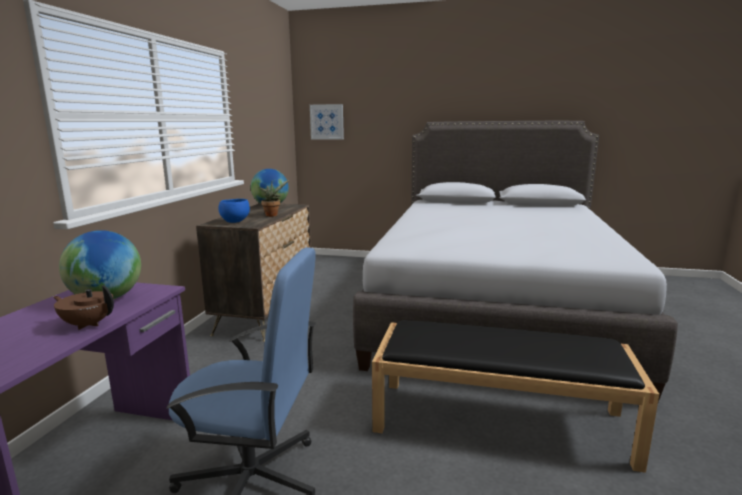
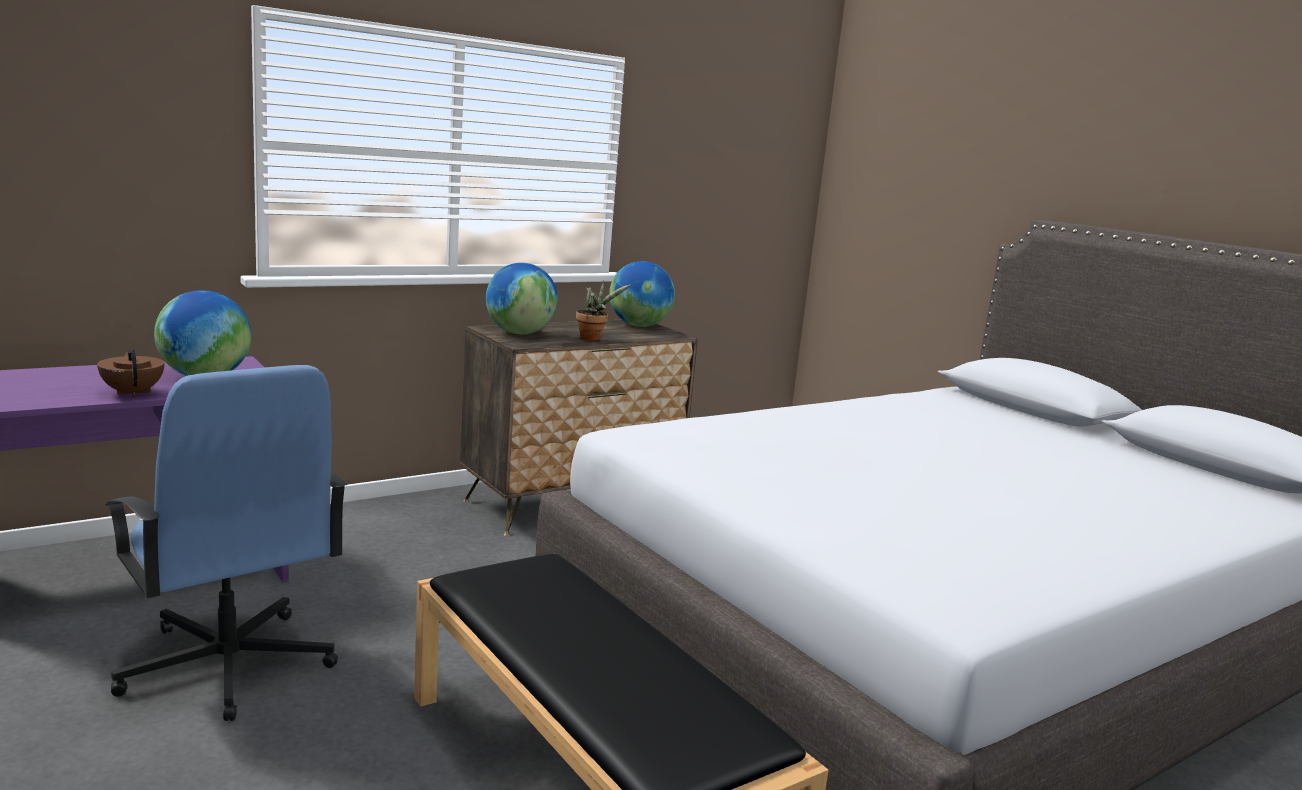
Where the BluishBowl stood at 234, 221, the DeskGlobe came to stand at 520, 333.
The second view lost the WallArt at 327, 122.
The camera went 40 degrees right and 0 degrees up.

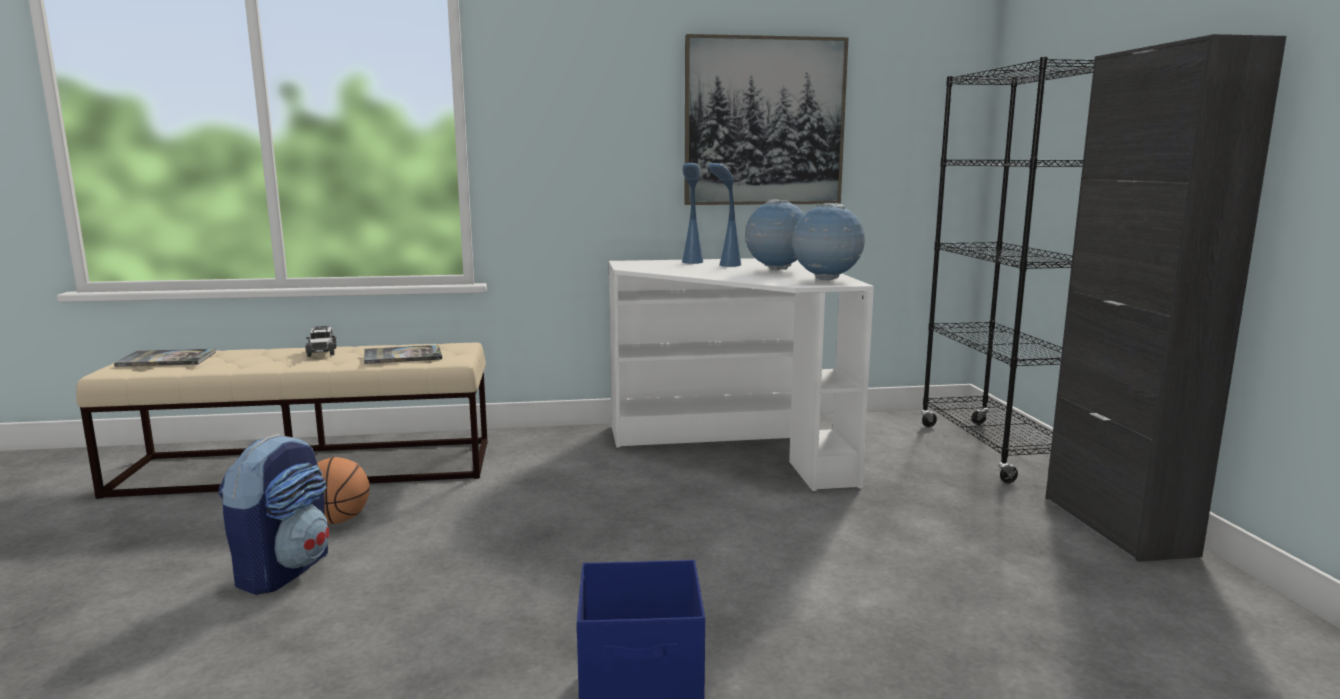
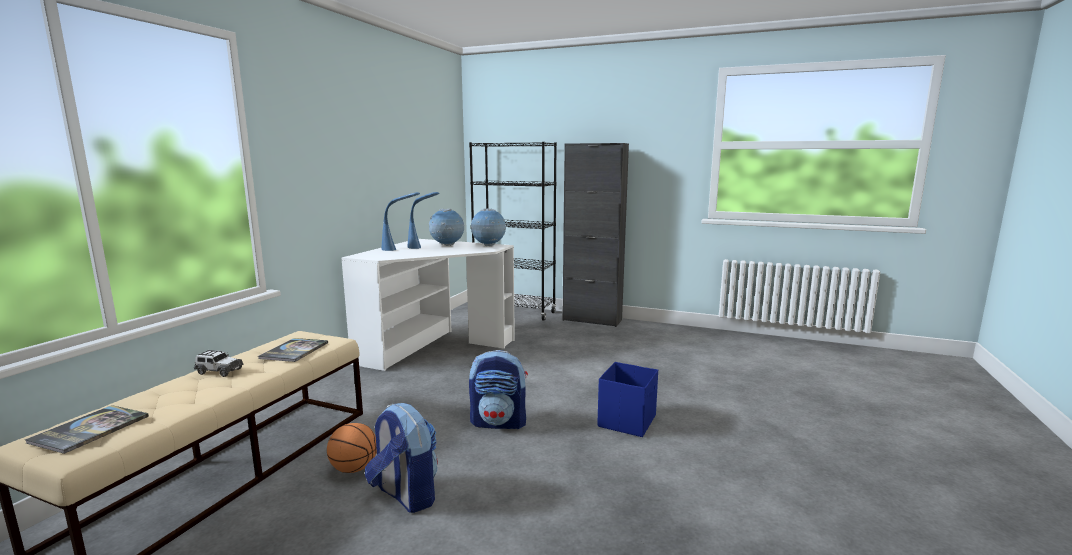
The second view lost the WallArt at 764, 122.
The second view gained the Backpack at 499, 422.
The camera went 60 degrees left and 0 degrees up.

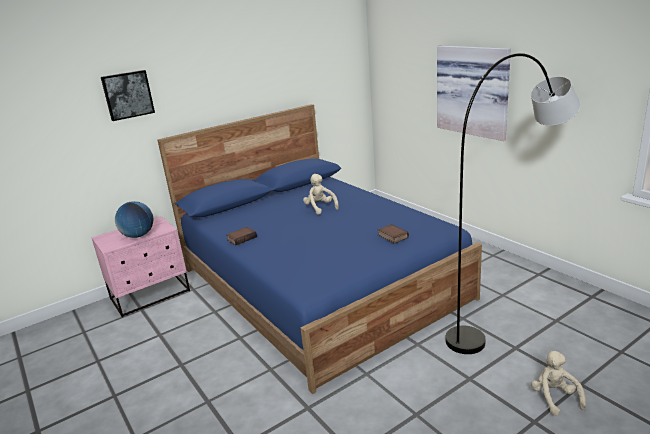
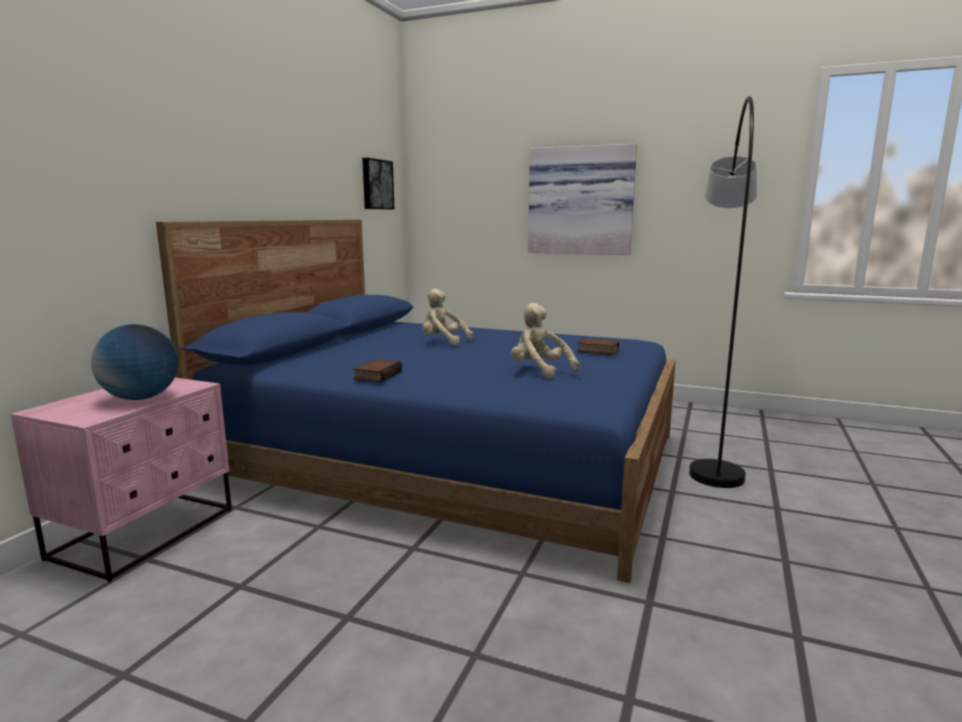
The WallArt ended up elsewhere, having gone from 127, 95 to 376, 184.
The BeigePlushToy ended up elsewhere, having gone from 554, 397 to 539, 371.
The camera went 35 degrees left and 10 degrees down.

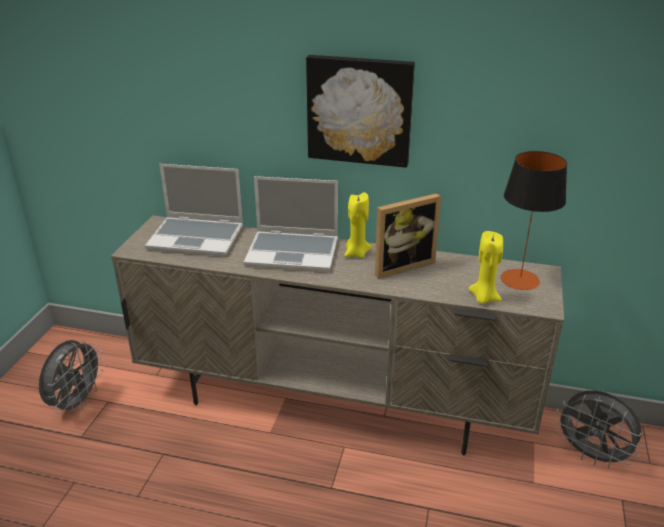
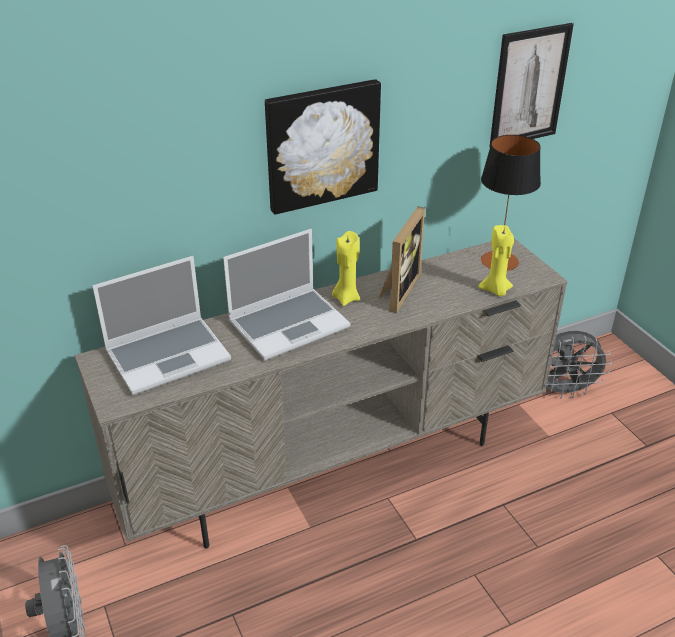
The second view gained the WallArt at 529, 86.
The camera went 40 degrees left and 5 degrees up.

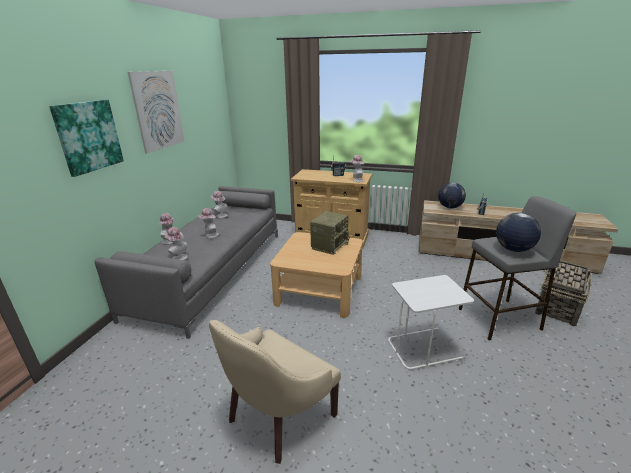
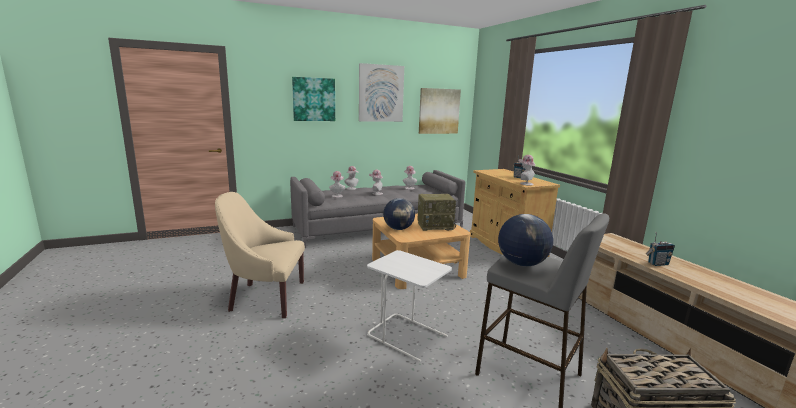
The DeskGlobe ended up elsewhere, having gone from 450, 207 to 398, 229.
The second view gained the WallArt at 439, 111.
The camera went 50 degrees right and 10 degrees down.

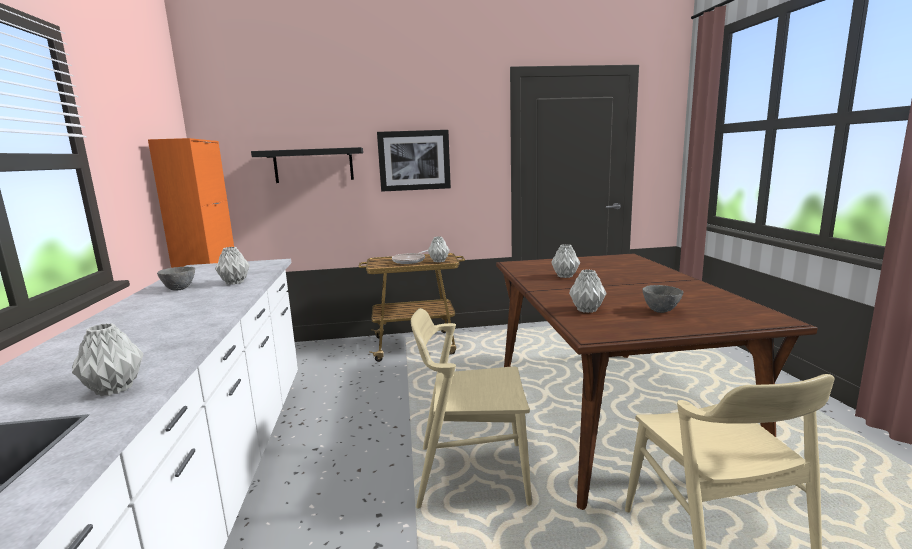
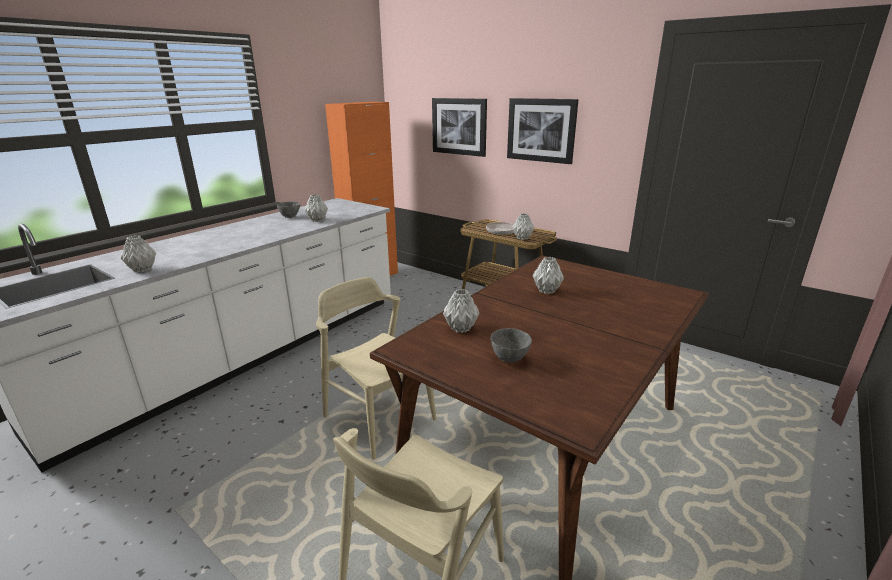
Where the BlackBracketShelf hung at 313, 165, the WallArt came to hang at 459, 126.
The camera went 45 degrees right and 10 degrees up.

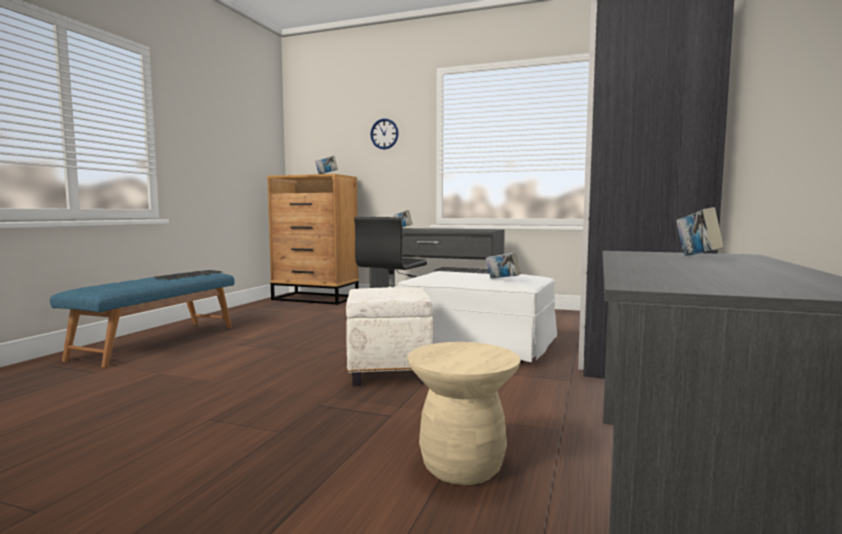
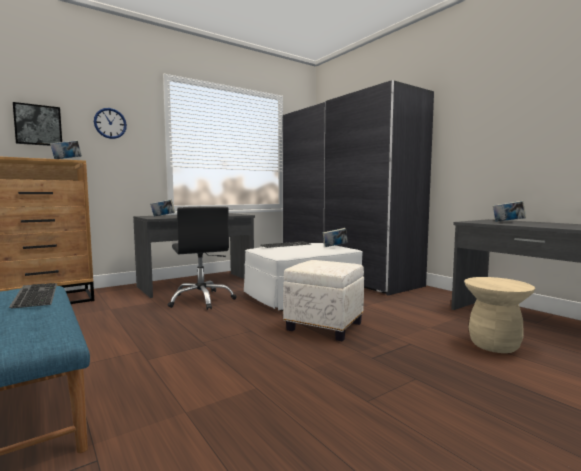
The second view gained the WallArt at 38, 125.
The camera went 55 degrees left and 0 degrees up.

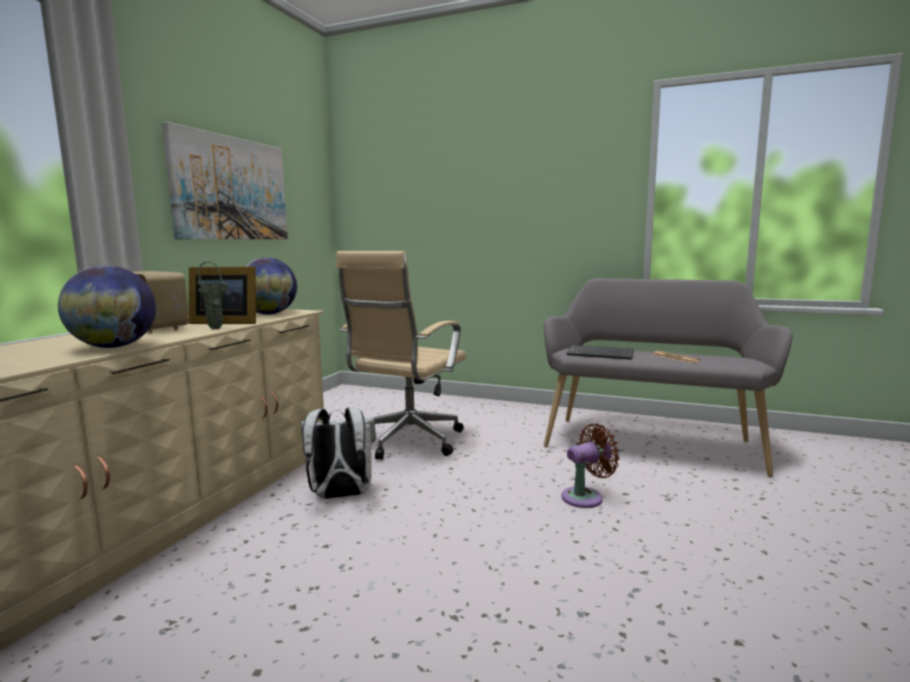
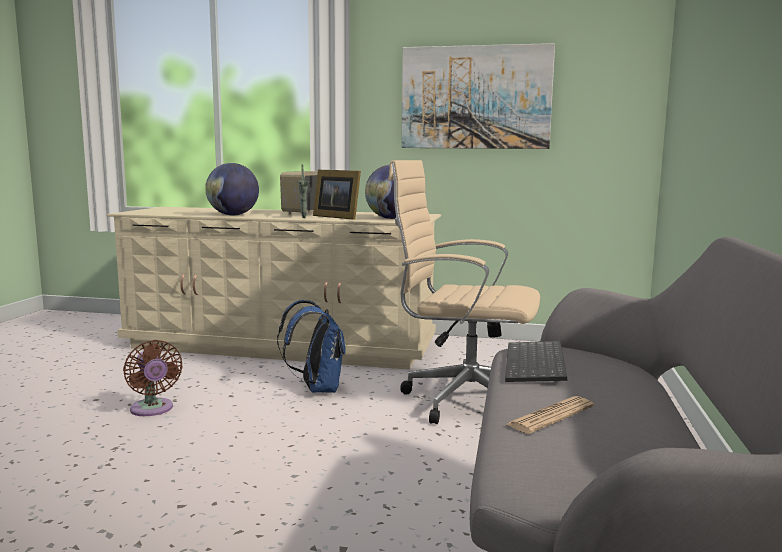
The PictureFrame at 224, 322 ended up facing another way, 45 degrees counterclockwise from before.
What was the WhiteBackpack at 340, 496 turned into the BluishBackpack at 317, 389.
The BrownColouredCoolingFan ended up elsewhere, having gone from 586, 497 to 152, 410.
The camera went 80 degrees right and 0 degrees up.

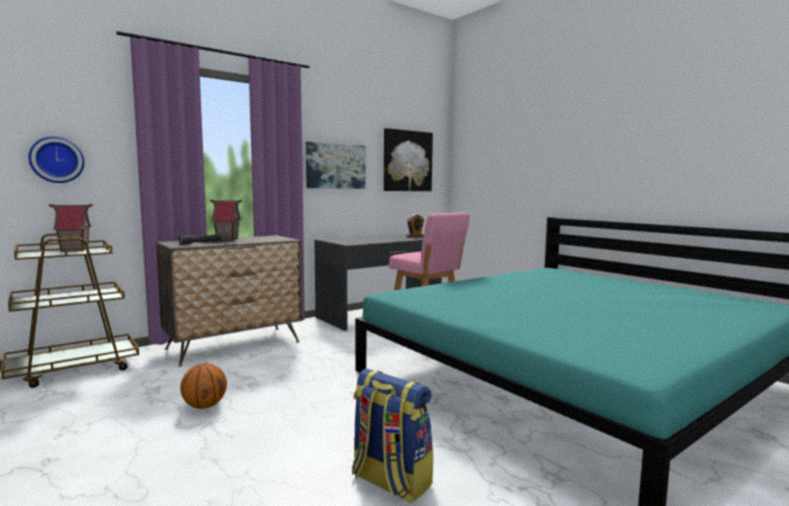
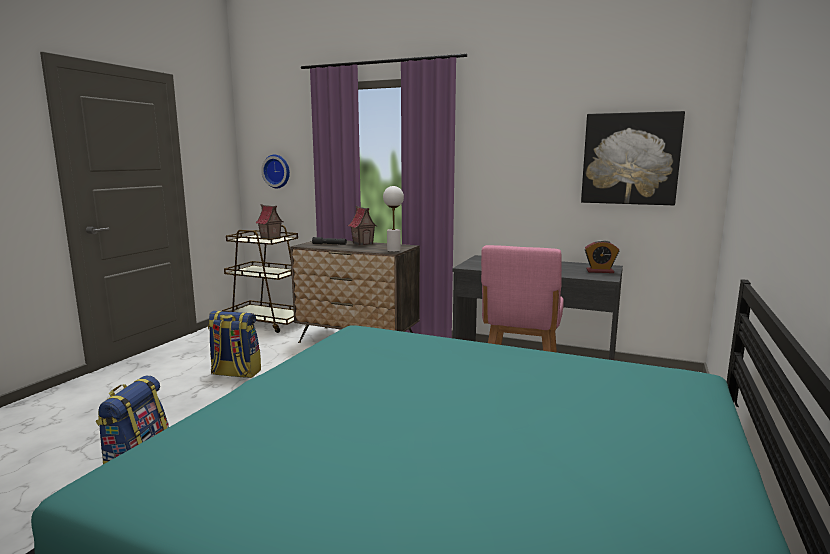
Where the BasketballBall stood at 204, 406, the Backpack came to stand at 235, 373.
The second view lost the WallArt at 335, 166.
The second view gained the WhiteTableLamp at 393, 250.
The camera went 60 degrees right and 5 degrees up.

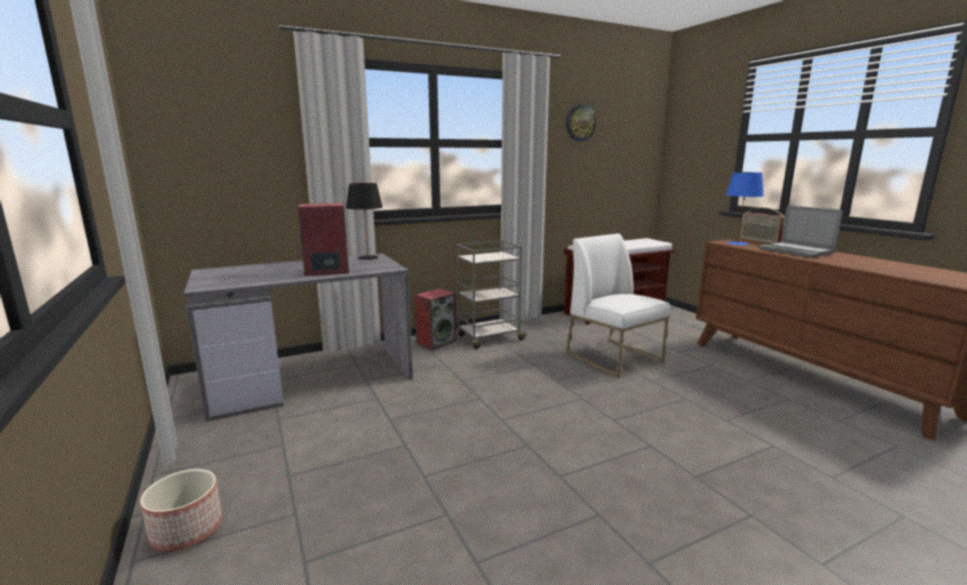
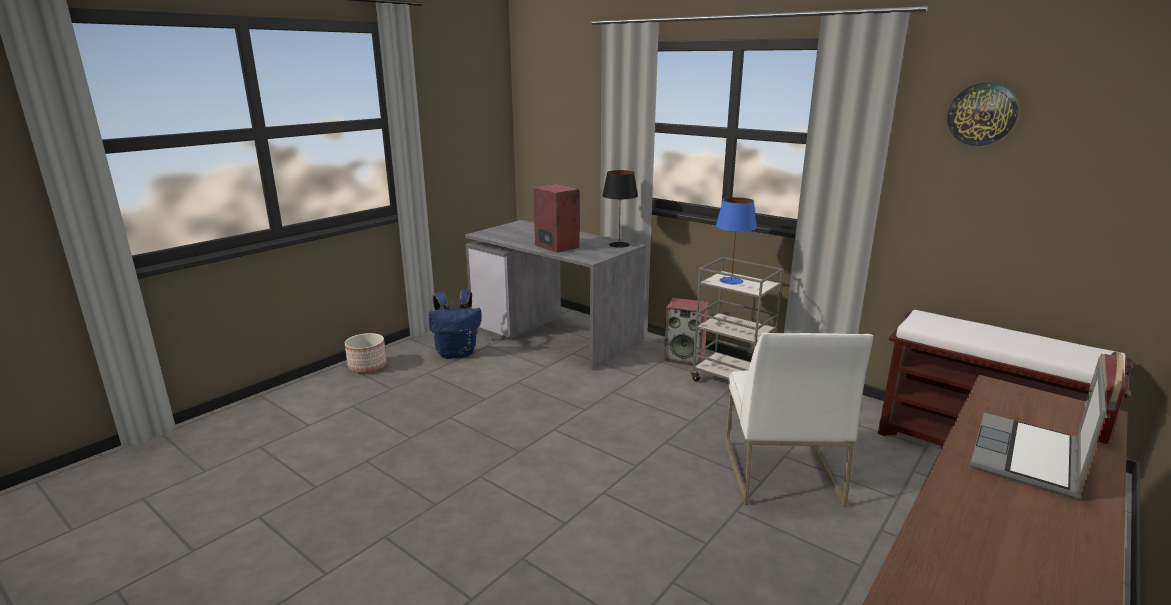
The WhiteChair at 614, 357 ended up facing another way, 150 degrees clockwise from before.
The BluishTableLamp ended up elsewhere, having gone from 738, 243 to 731, 281.
The second view gained the BluishBackpack at 457, 353.
The camera went 65 degrees right and 5 degrees up.

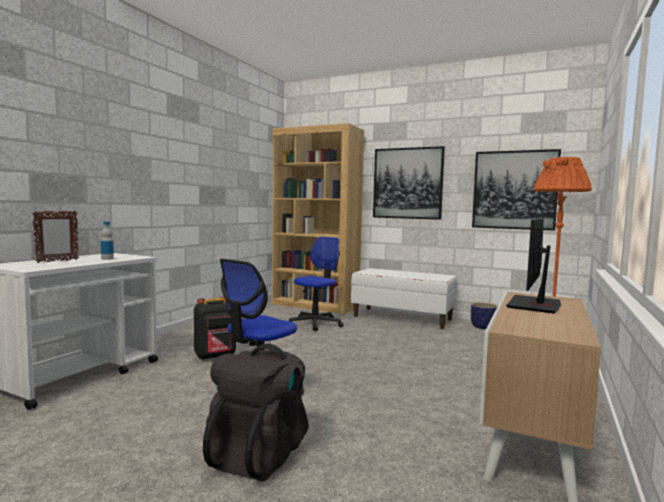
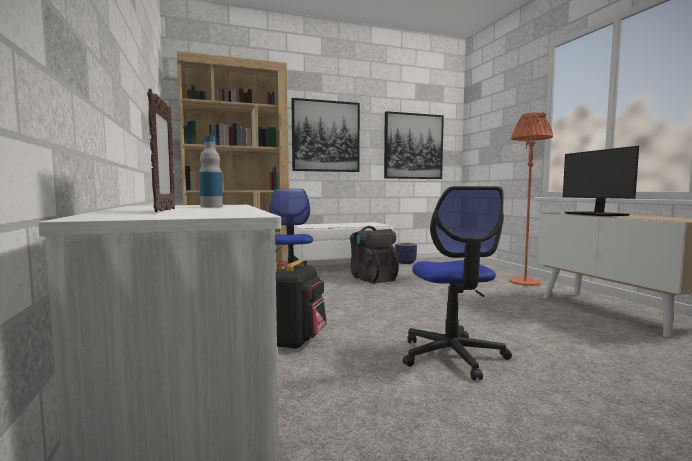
The BlackBackpack ended up elsewhere, having gone from 259, 453 to 372, 279.
The camera went 45 degrees left and 0 degrees up.

